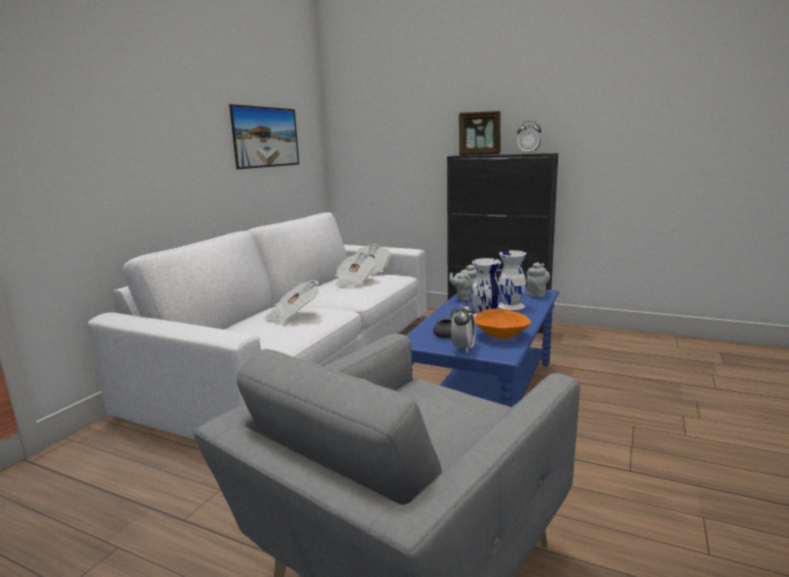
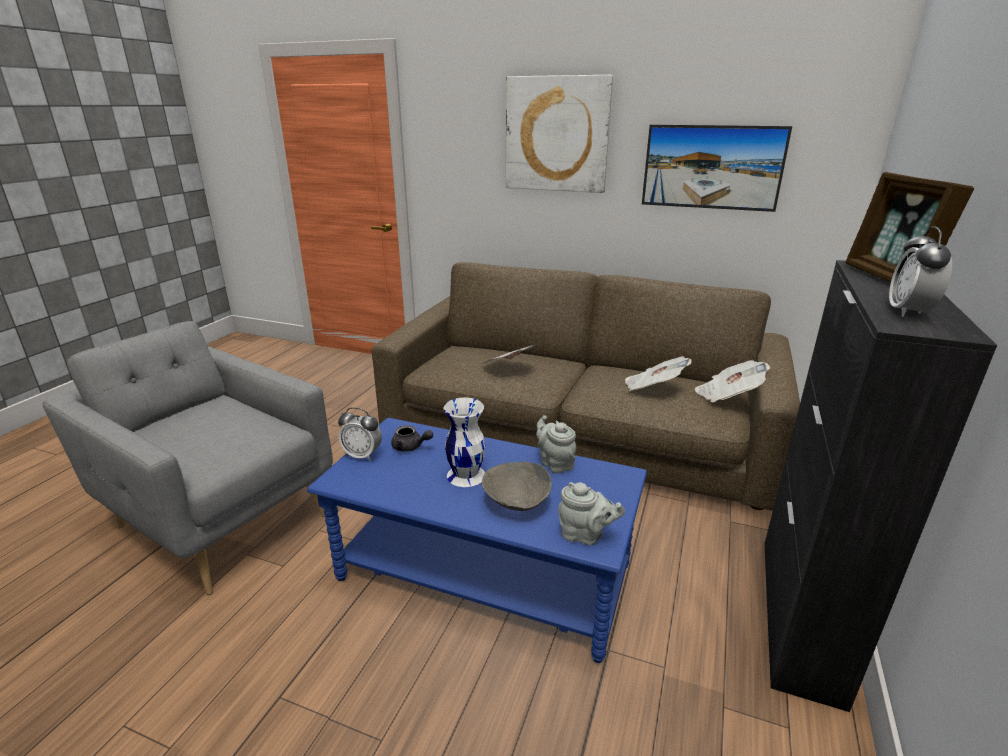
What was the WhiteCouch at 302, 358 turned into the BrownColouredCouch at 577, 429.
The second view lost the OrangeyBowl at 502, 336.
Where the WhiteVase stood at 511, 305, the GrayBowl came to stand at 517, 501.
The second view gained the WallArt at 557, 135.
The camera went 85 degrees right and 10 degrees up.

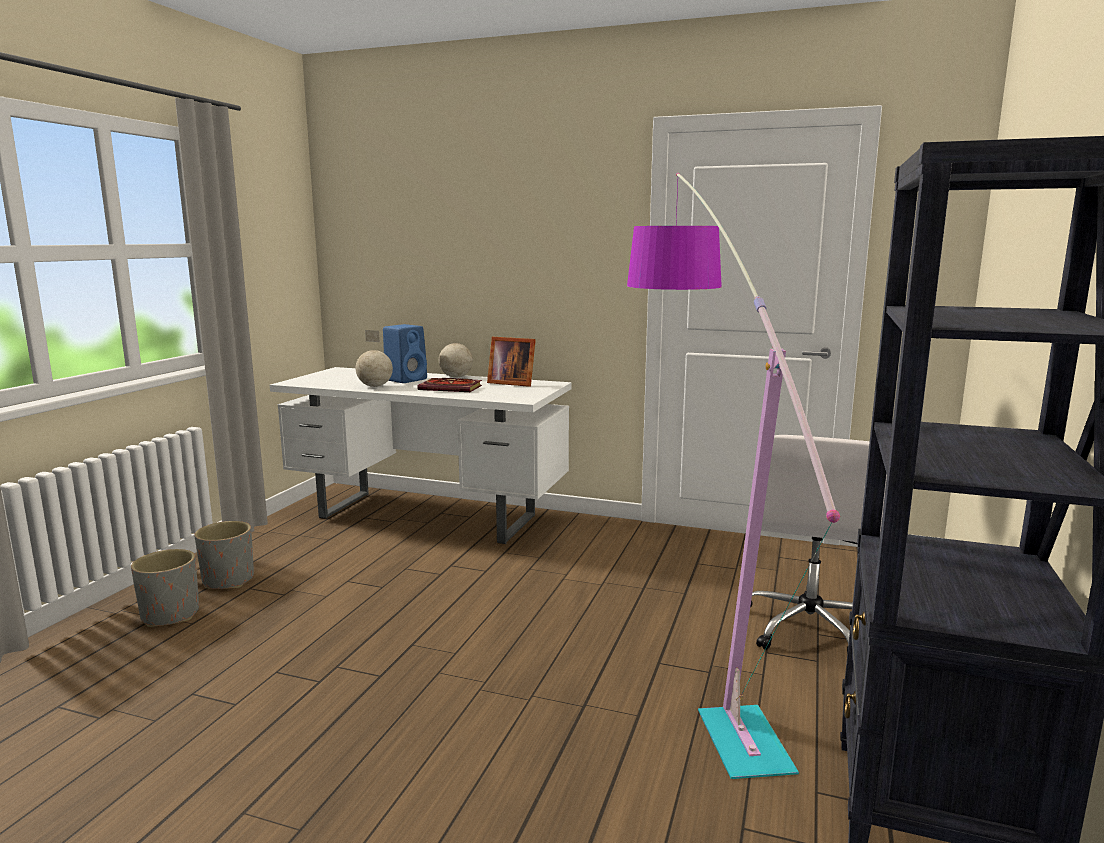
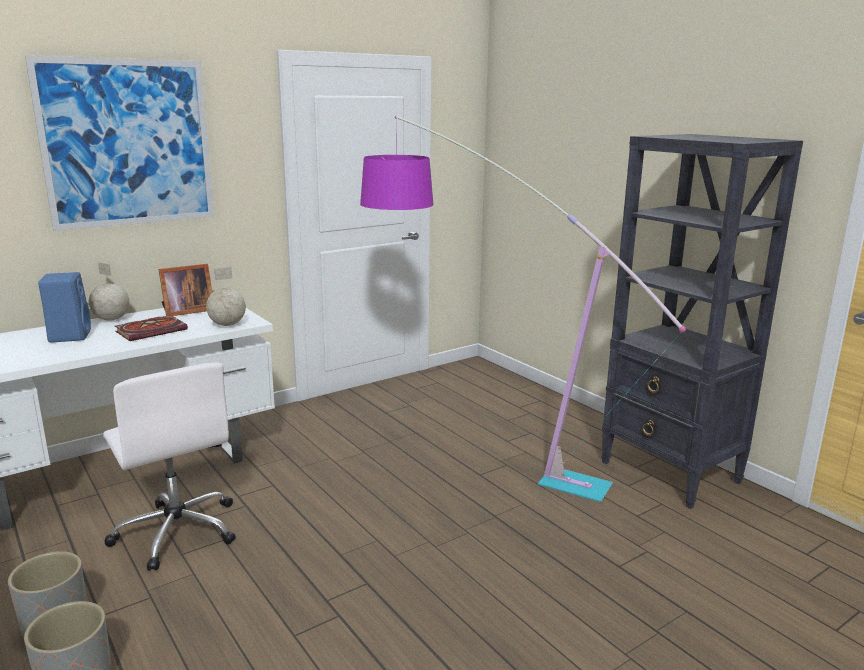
The DeskGlobe ended up elsewhere, having gone from 375, 386 to 228, 325.
The WhiteDeskChair ended up elsewhere, having gone from 809, 627 to 177, 531.
The second view gained the WallArt at 128, 143.
The camera went 55 degrees left and 5 degrees up.

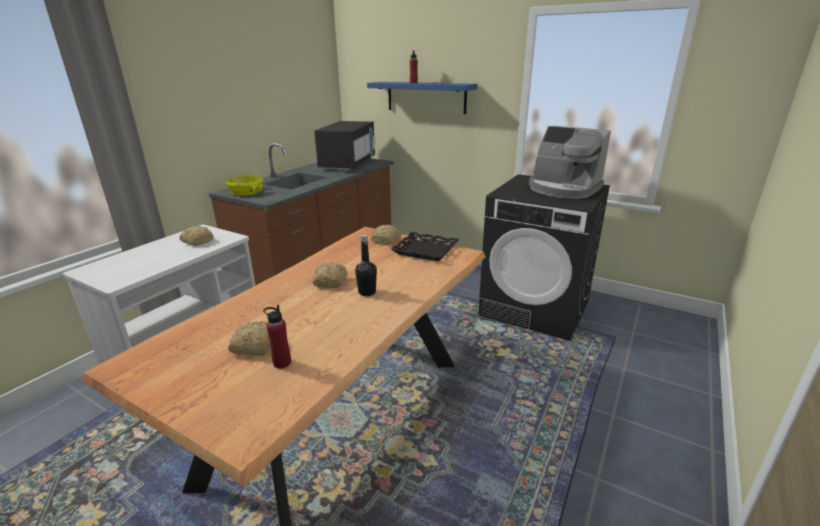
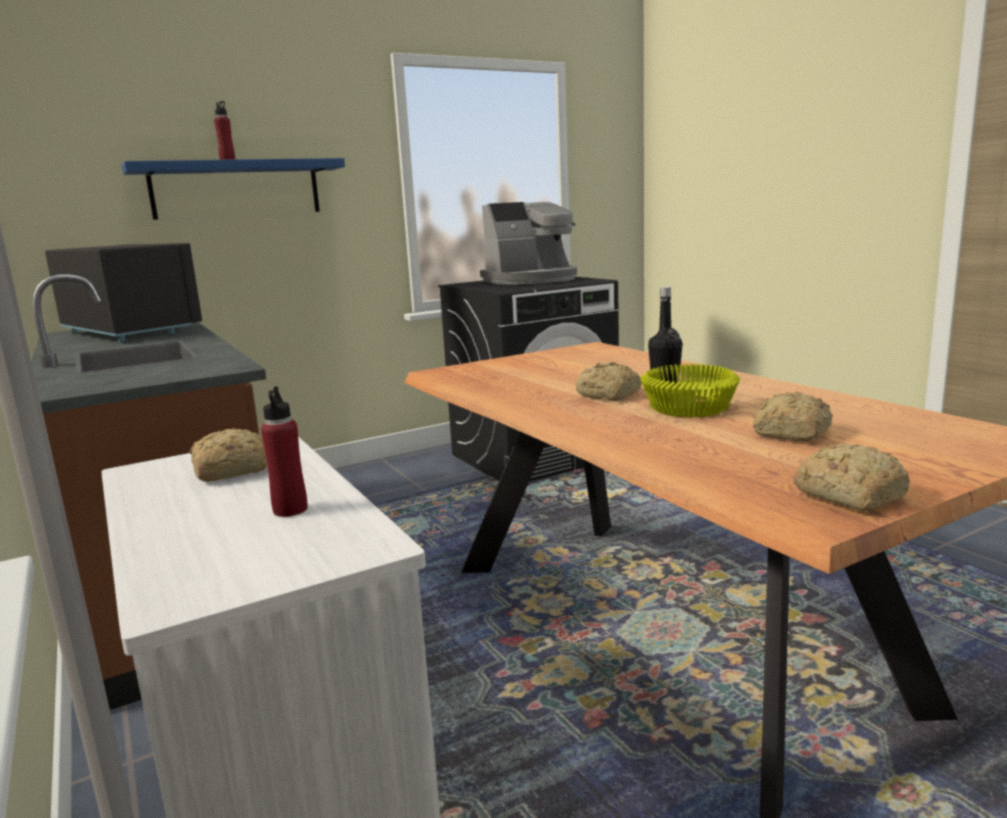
The YellowColouredBowl ended up elsewhere, having gone from 246, 192 to 691, 408.
The RedDrinkBottle ended up elsewhere, having gone from 282, 362 to 290, 510.
The Bread ended up elsewhere, having gone from 386, 240 to 848, 495.
The second view lost the BlackCarryingTray at 425, 250.
The camera went 60 degrees left and 10 degrees down.

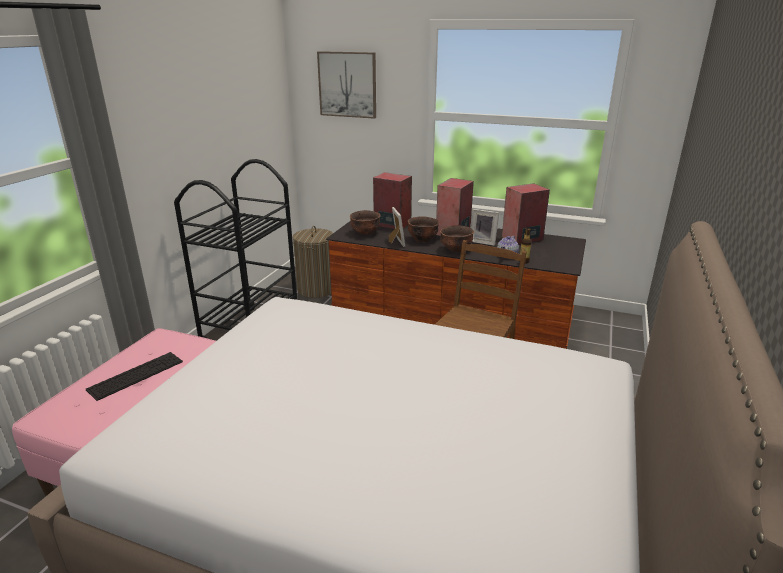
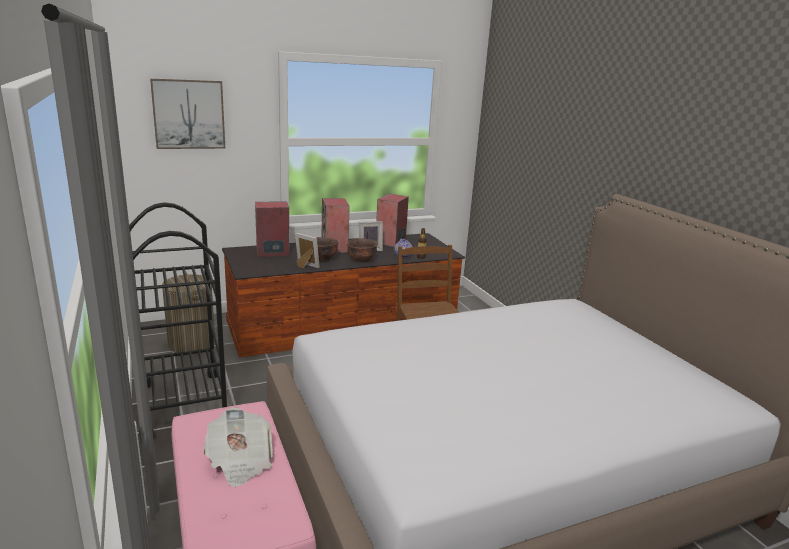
Where the Keyboard stood at 136, 375, the PrintedPaper came to stand at 240, 461.
The second view lost the BrownColouredBowl at 365, 233.
The camera went 45 degrees left and 5 degrees down.

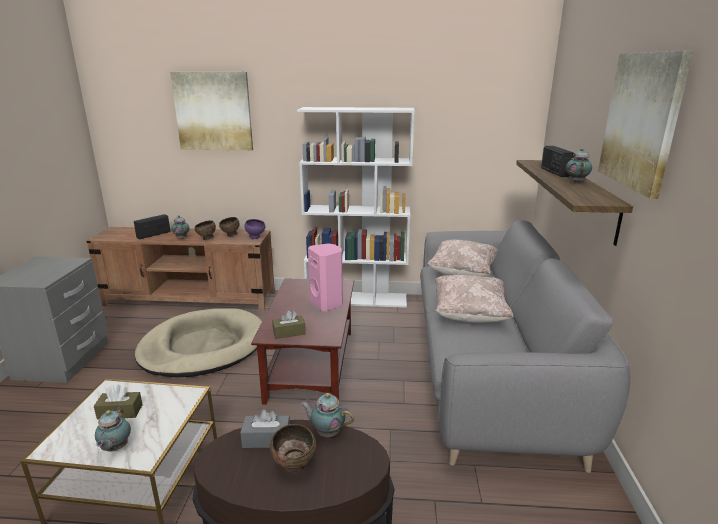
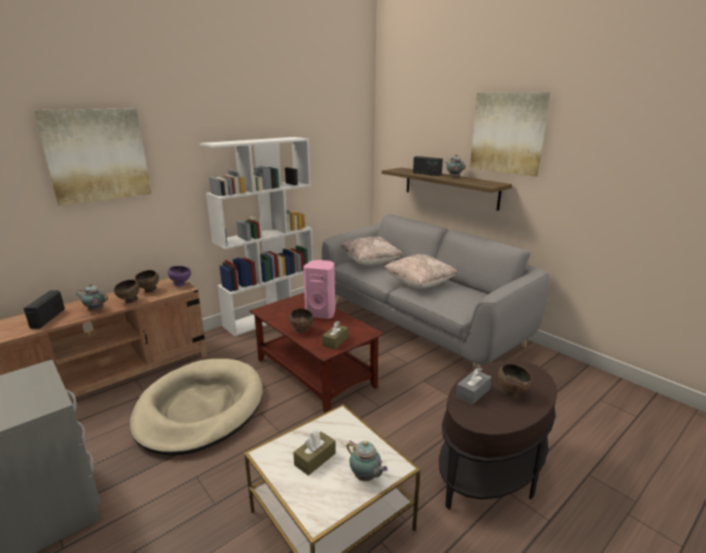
The second view lost the Teapot at 327, 432.
The second view gained the BrownColouredBowl at 302, 331.
The camera went 45 degrees left and 0 degrees up.

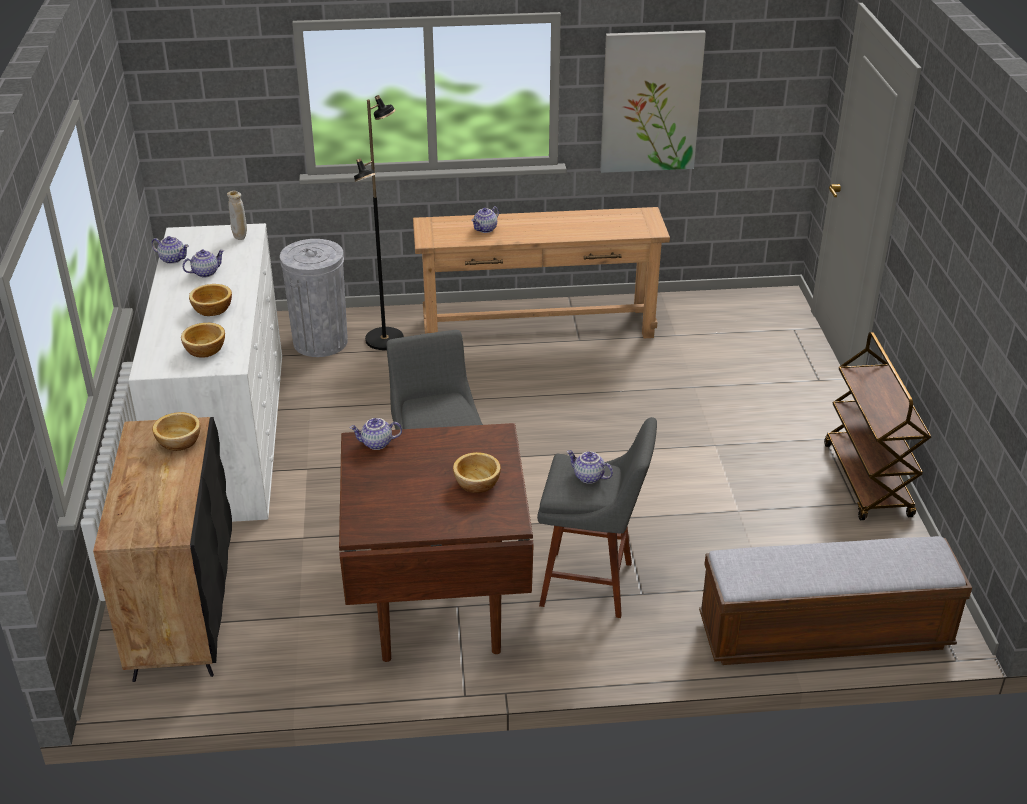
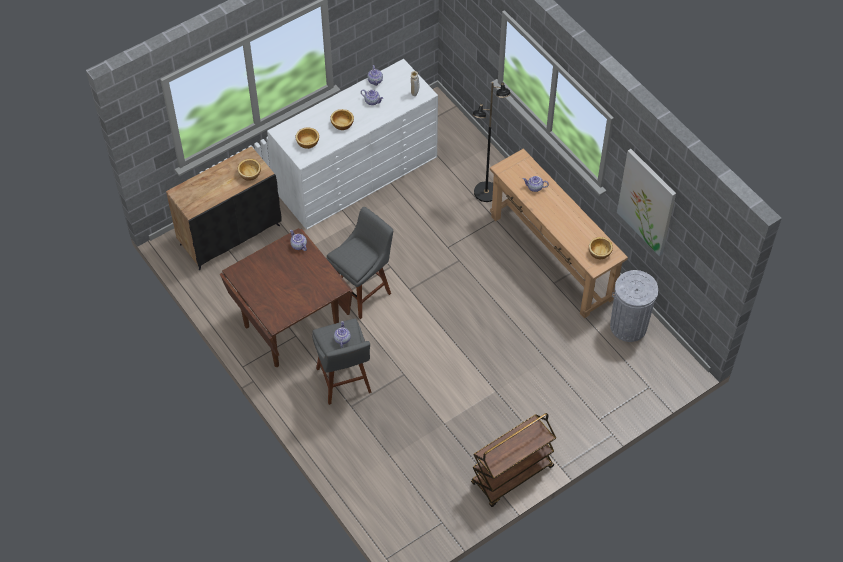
The GrayRubbishBin ended up elsewhere, having gone from 320, 342 to 628, 326.
The Bowl ended up elsewhere, having gone from 478, 483 to 599, 253.
The second view lost the IndoorBench at 824, 634.
The camera went 60 degrees right and 20 degrees up.

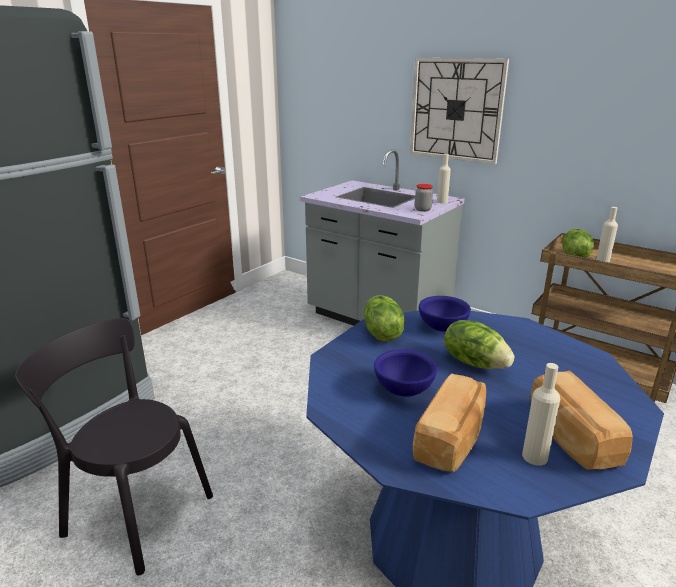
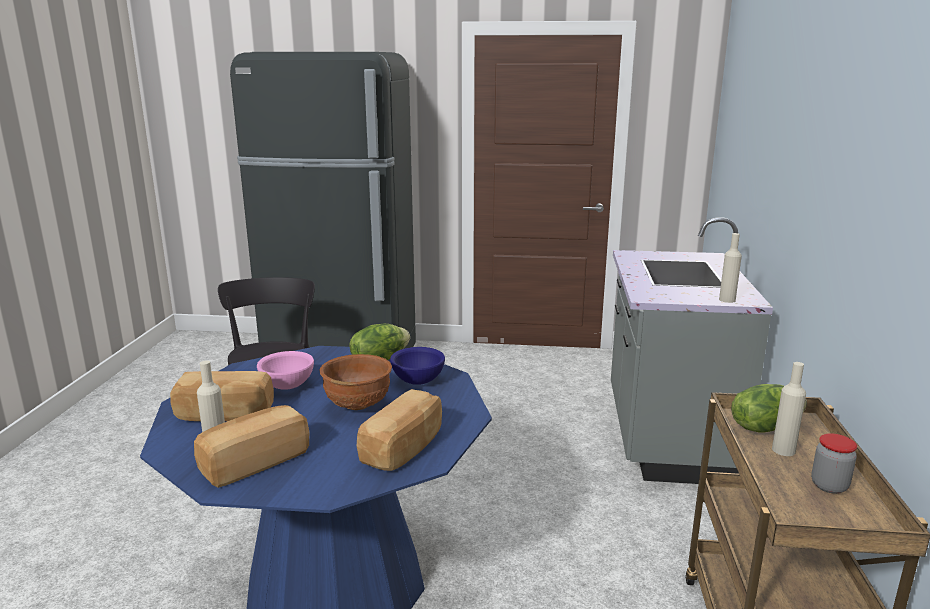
What was the BluishBowl at 404, 389 turned into the PinkColouredBowl at 288, 386.
The second view lost the WallClock at 456, 110.
The PreserveJar ended up elsewhere, having gone from 423, 209 to 829, 486.
Where the Lettuce stood at 475, 362, the BrownColouredBowl came to stand at 359, 405.
The second view gained the Bread at 404, 448.
The camera went 60 degrees right and 5 degrees down.

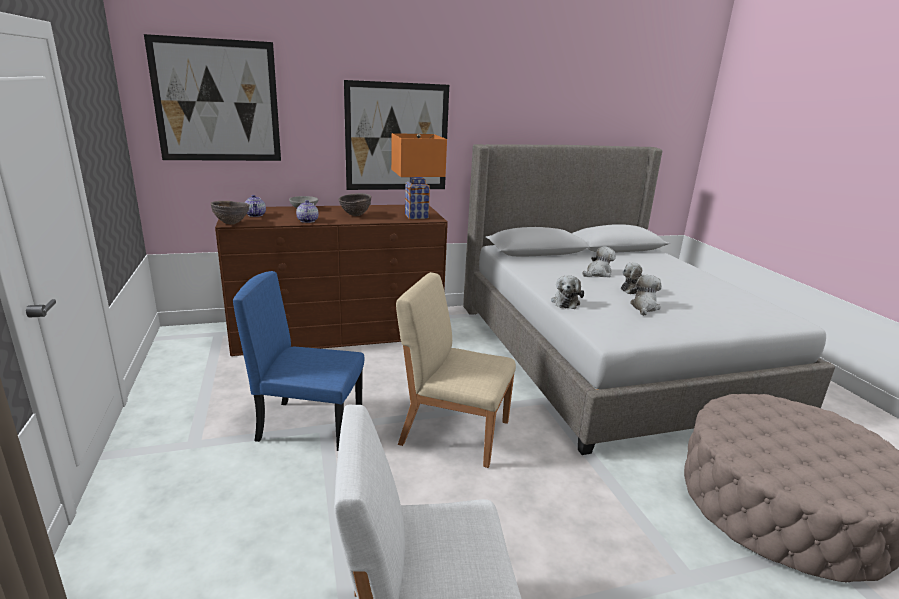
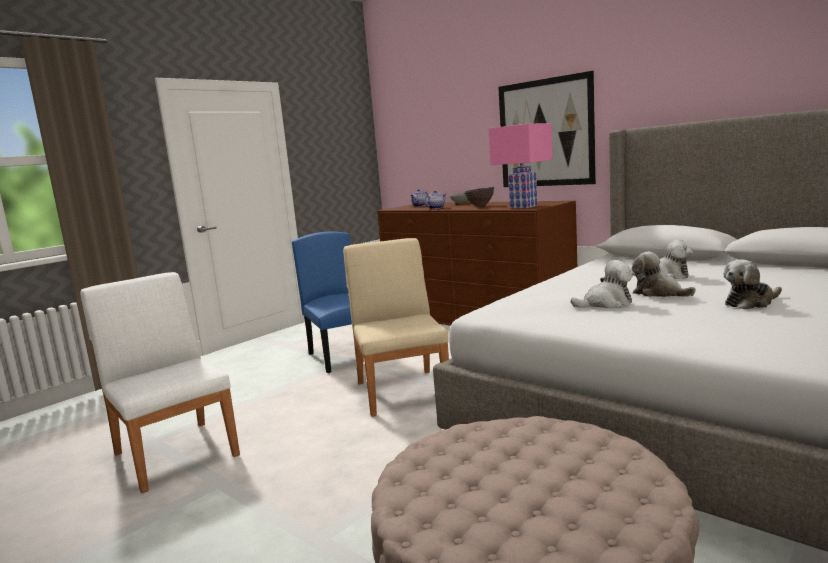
The second view lost the WallArt at 217, 101.
The second view lost the BrownColouredBowl at 232, 223.
What was the OrangeyTableLamp at 416, 216 turned into the PinkColouredTableLamp at 523, 207.
The PlushToy ended up elsewhere, having gone from 565, 302 to 750, 303.
The camera went 60 degrees right and 10 degrees down.

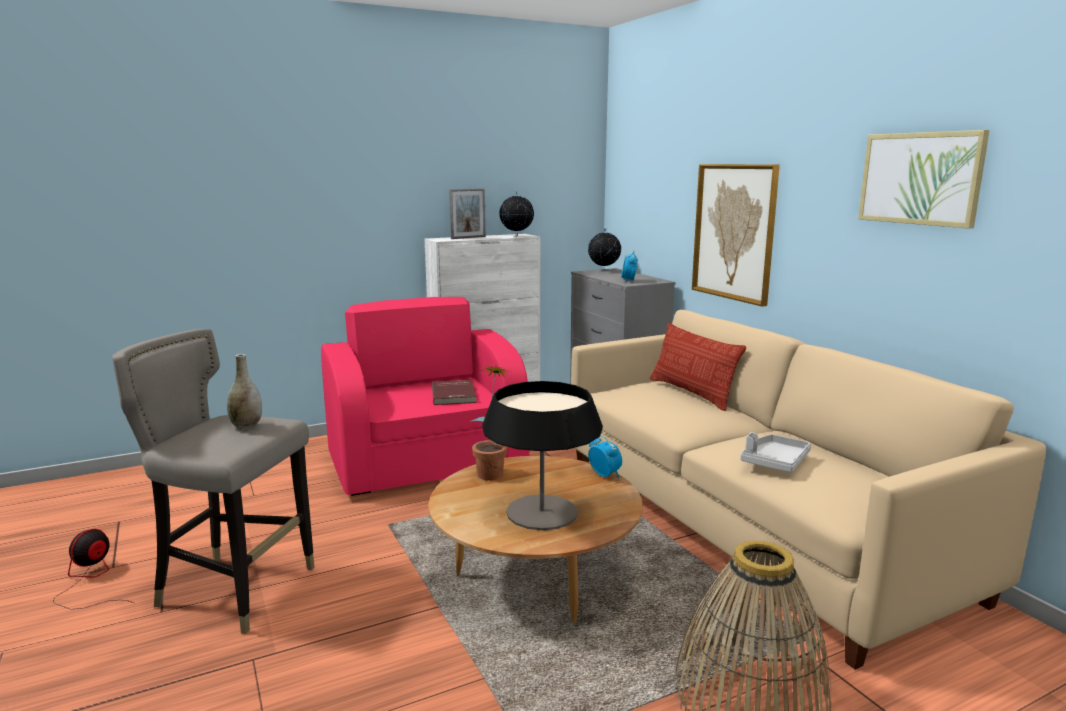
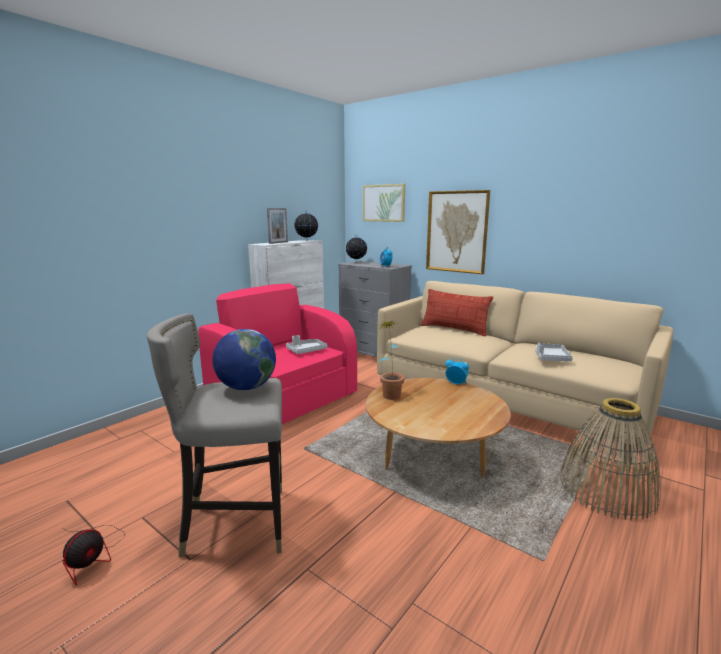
The CoolingFan at 90, 581 ended up facing another way, 150 degrees counterclockwise from before.
Where the GrayVase stood at 246, 425, the DeskGlobe came to stand at 246, 387.
Where the RedVolume stood at 454, 395, the GrayCarryingTray came to stand at 306, 351.
The second view lost the TableLamp at 541, 512.
The WallArt ended up elsewhere, having gone from 920, 178 to 384, 203.
The camera went 25 degrees left and 0 degrees up.

